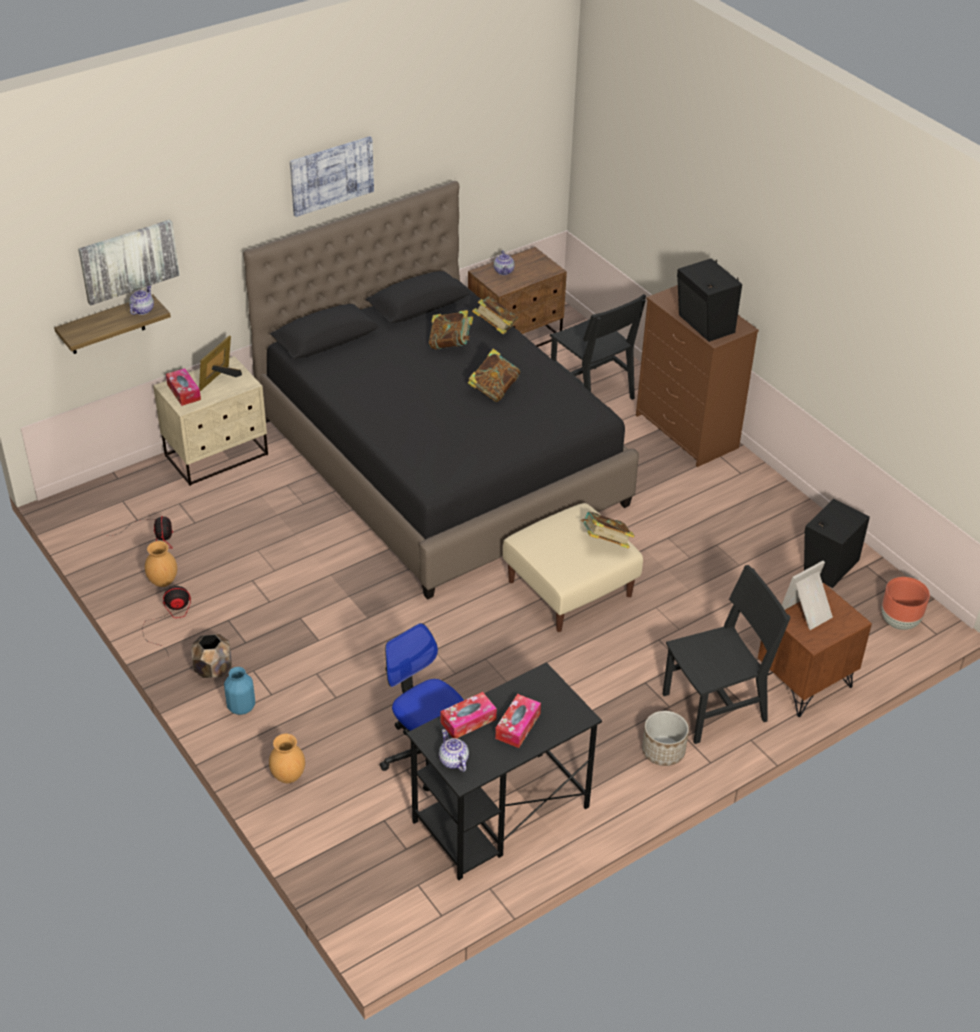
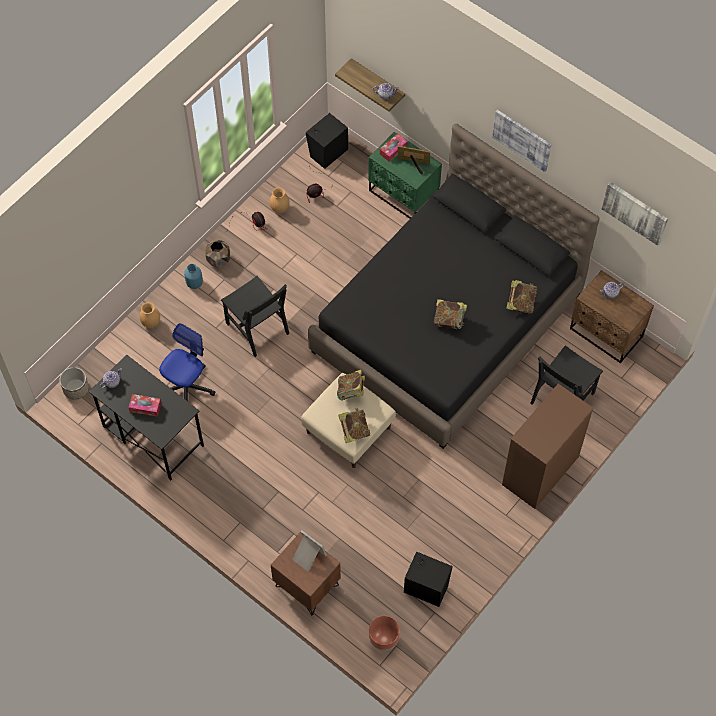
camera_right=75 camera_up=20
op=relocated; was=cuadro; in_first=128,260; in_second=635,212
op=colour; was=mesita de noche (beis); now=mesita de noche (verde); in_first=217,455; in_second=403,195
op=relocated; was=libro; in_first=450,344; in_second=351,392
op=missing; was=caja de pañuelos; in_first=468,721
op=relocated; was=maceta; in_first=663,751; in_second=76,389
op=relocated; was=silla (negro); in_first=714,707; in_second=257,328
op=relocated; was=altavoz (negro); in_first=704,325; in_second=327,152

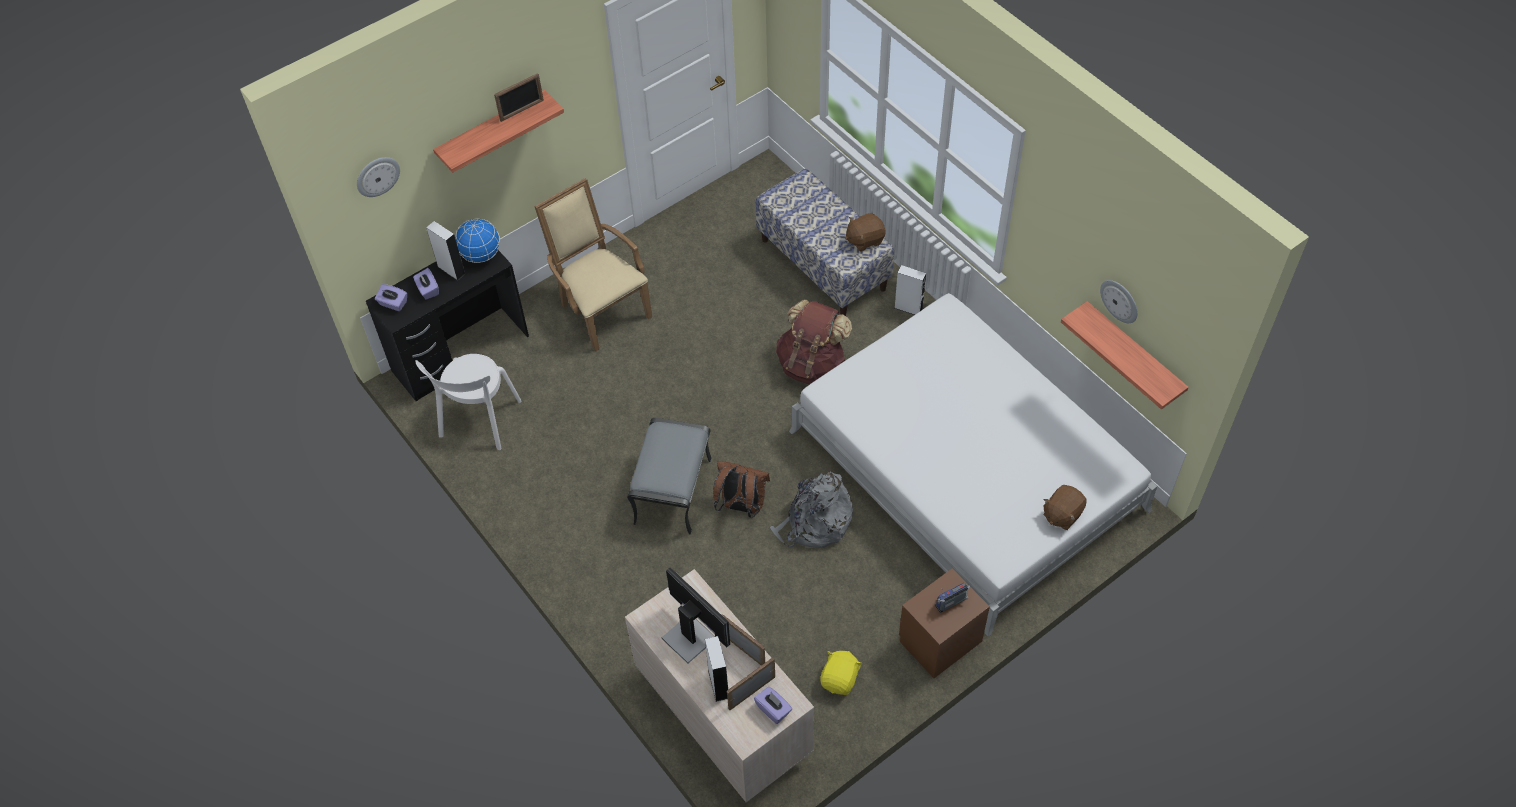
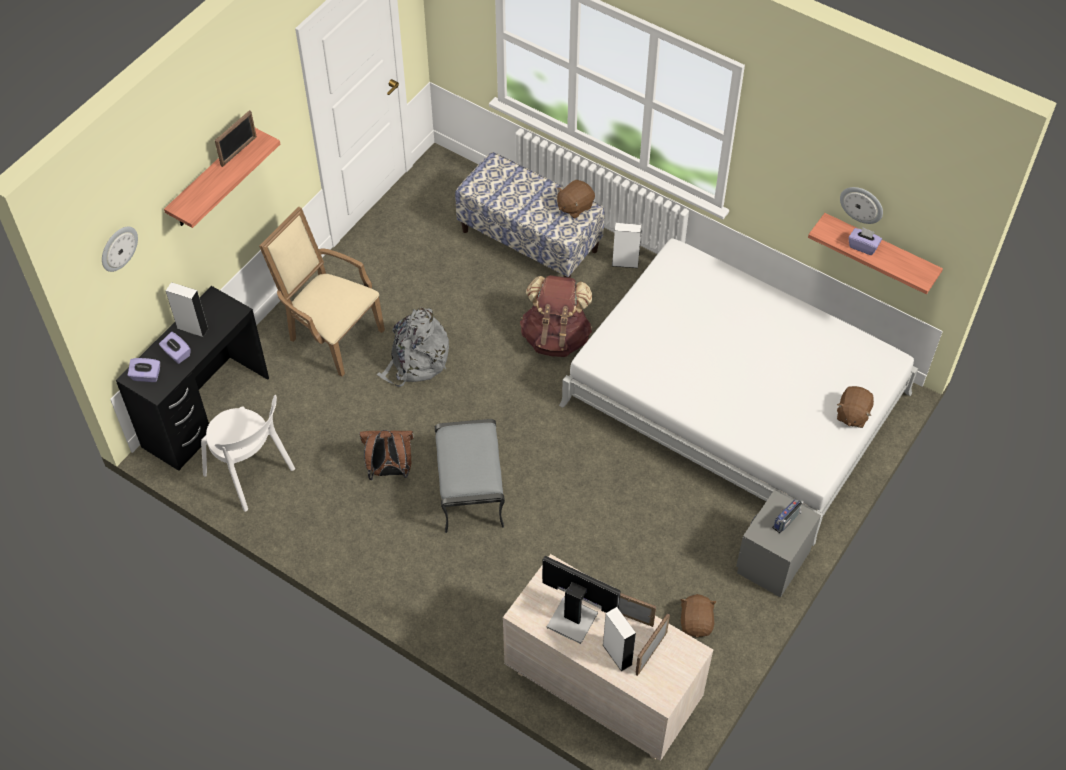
camera_right=-20 camera_up=0
op=spun; was=silla (blanco); in_first=479,421; in_second=251,474; clockwise=-45
op=missing; was=globo terráqueo; in_first=480,255
op=relocated; was=mochila (marrón); in_first=741,506; in_second=390,470
op=relocated; was=caja de pañuelos (morado); in_first=773,709; in_second=863,246
op=relocated; was=mochila (gris); in_first=814,523; in_second=416,361
op=colour; was=peluche (amarillo); now=peluche (marrón); in_first=840,679; in_second=696,622
op=colour; was=mesita de noche (marrón); now=mesita de noche (gris); in_first=939,640; in_second=771,561

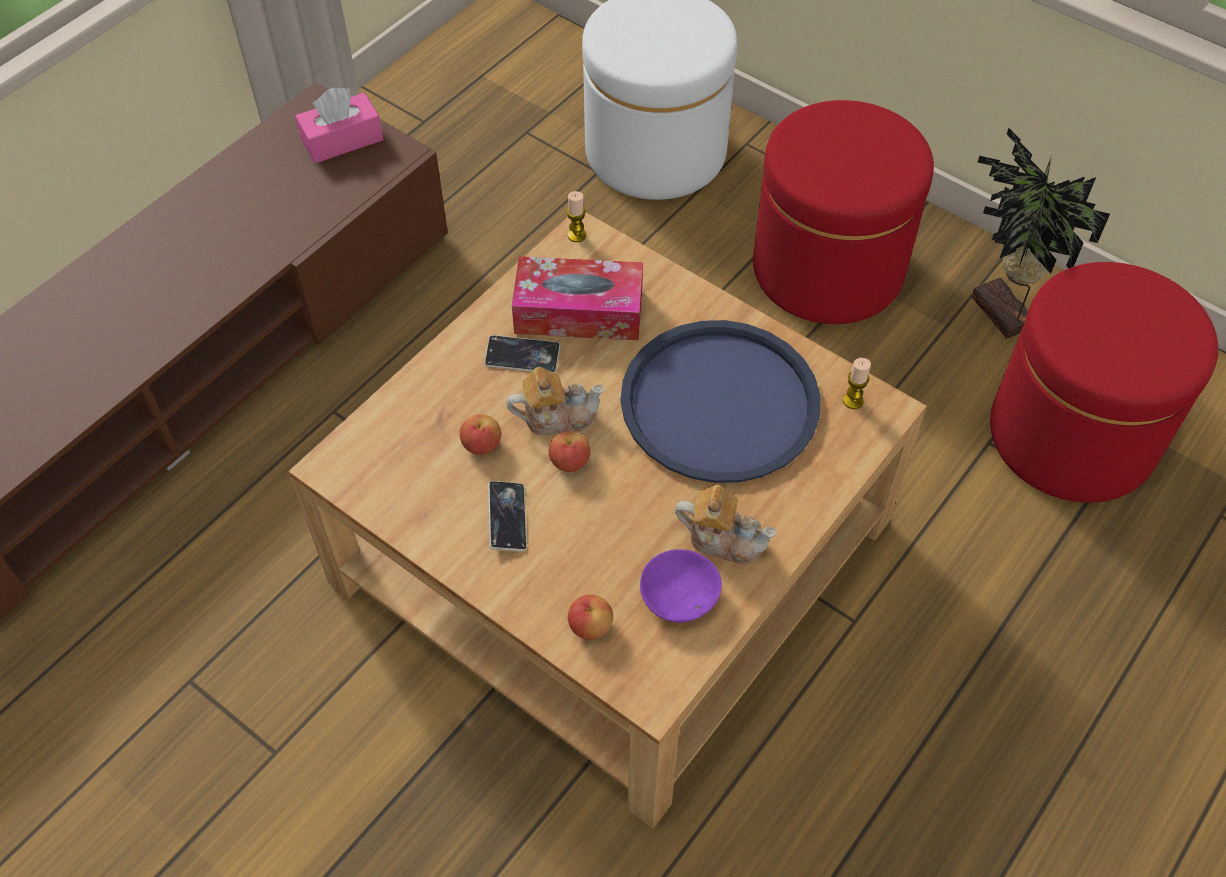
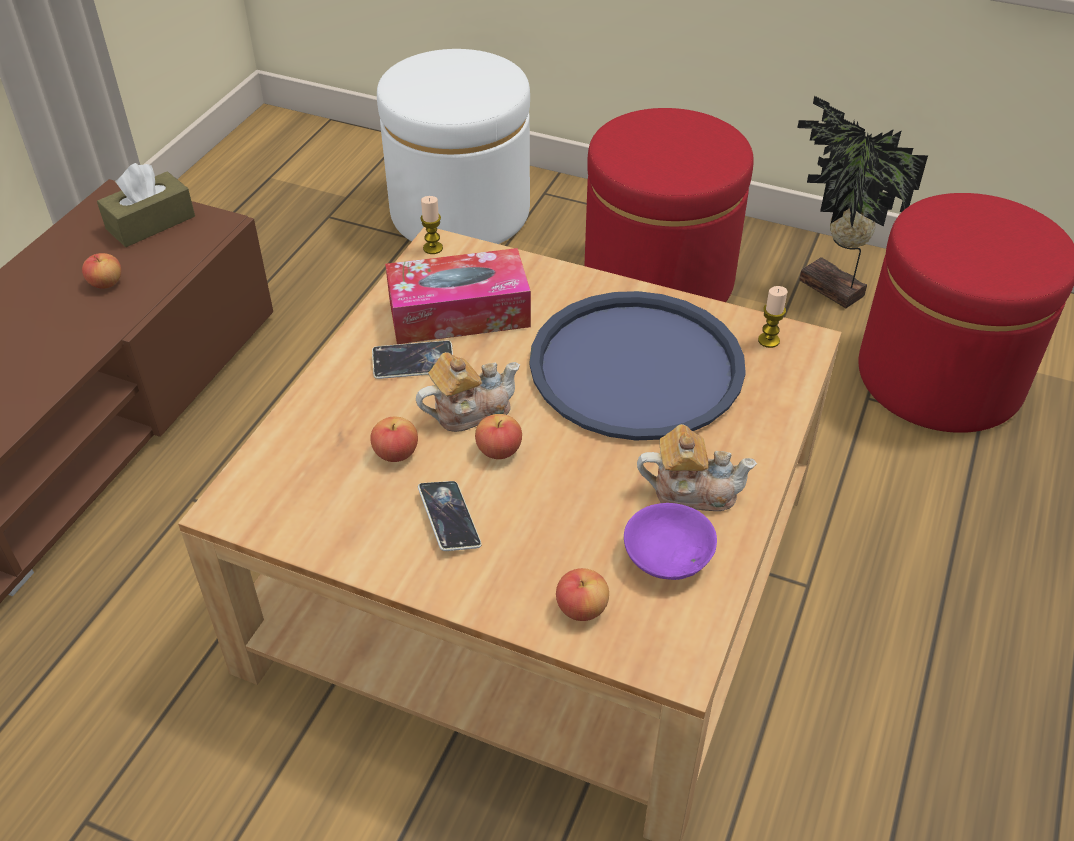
camera_right=-15 camera_up=-10
op=colour; was=caja de pañuelos (rosa); now=caja de pañuelos (marrón); in_first=342,140; in_second=150,223
op=appeared; now=manzana; in_second=106,283

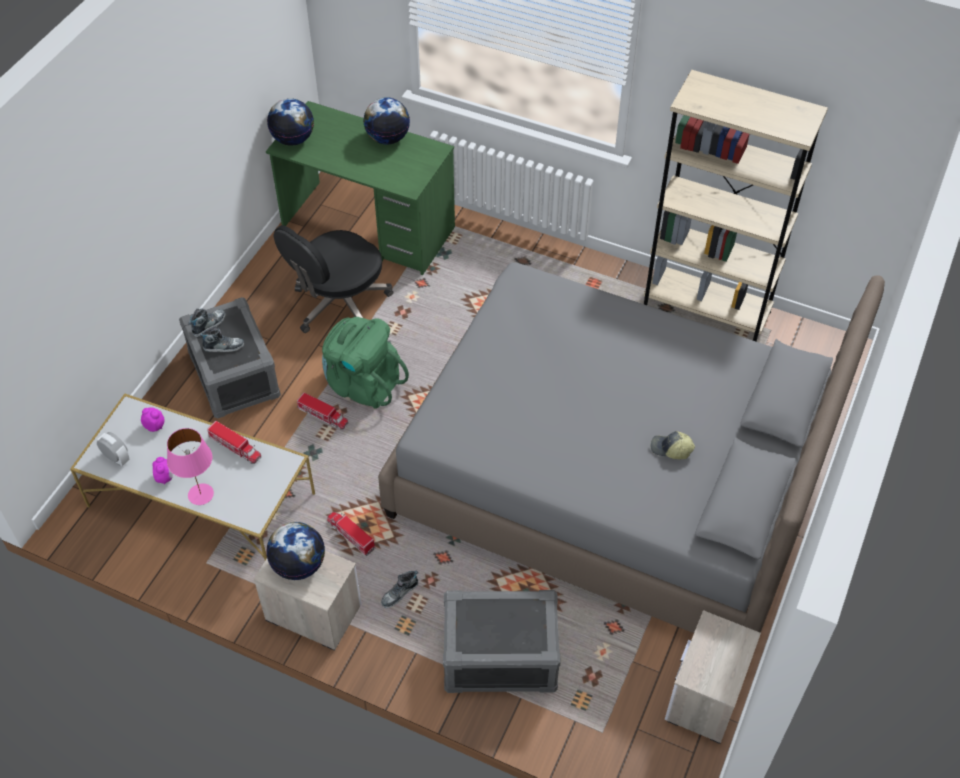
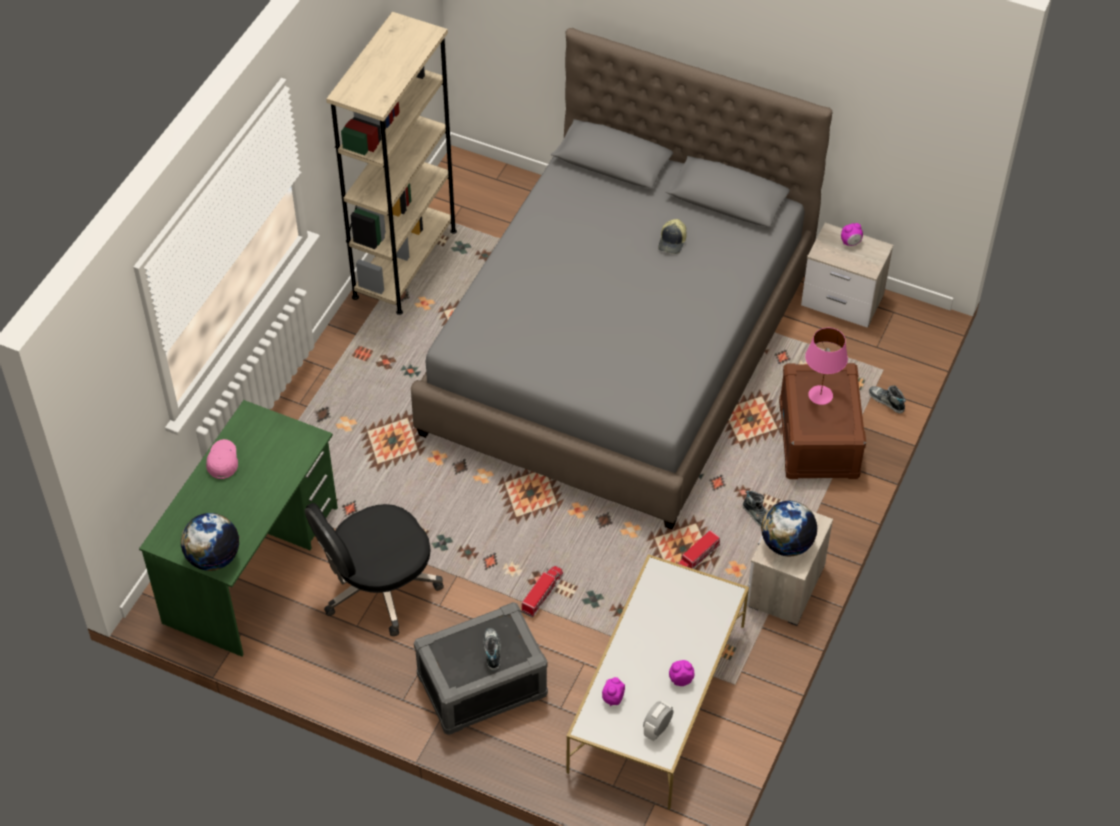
camera_right=-90 camera_up=0
op=relocated; was=lámpara de mesa (rosa); in_first=201,494; in_second=820,394
op=relocated; was=zapato; in_first=209,324; in_second=886,401
op=missing; was=camión de juguete; in_first=235,447
op=spun; was=silla de oficina (negro); in_first=339,305; in_second=378,588; clockwise=105
op=missing; was=mochila (verde); in_first=363,384
op=exchanged; was=globo terráqueo; now=gorra (rosa); in_first=388,138; in_second=223,462
op=colour; was=caja de almacenaje (gris); now=caja de almacenaje (marrón); in_first=499,657; in_second=819,440
op=appeared; now=despertador; in_second=850,242

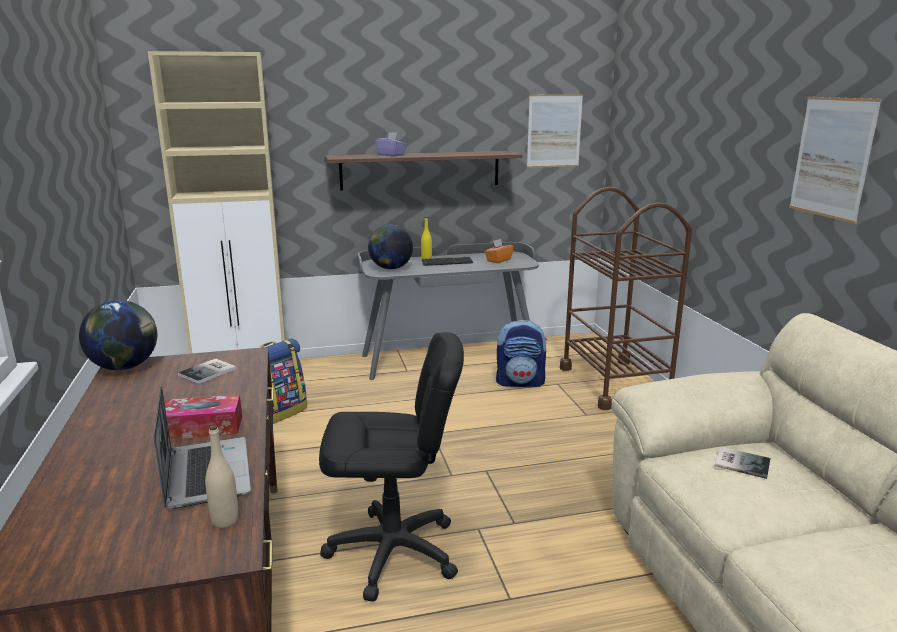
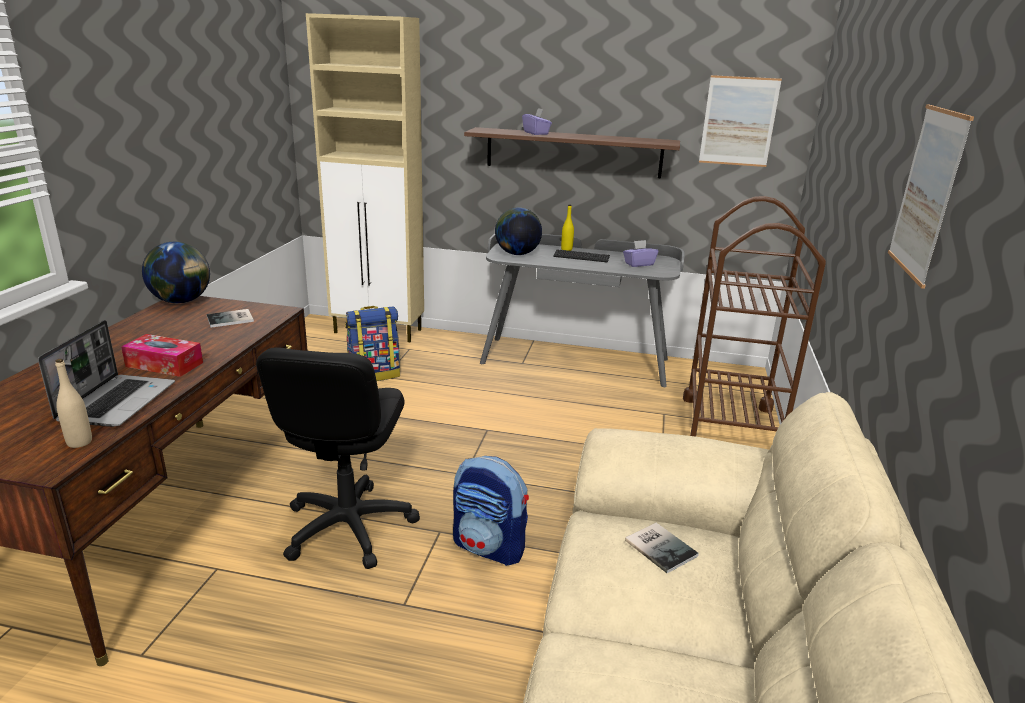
camera_right=25 camera_up=5
op=spun; was=silla de oficina (negro); in_first=393,552; in_second=348,527; clockwise=75
op=colour; was=caja de pañuelos (naranja); now=caja de pañuelos (morado); in_first=498,260; in_second=639,264
op=relocated; was=mochila; in_first=520,382; in_second=490,547

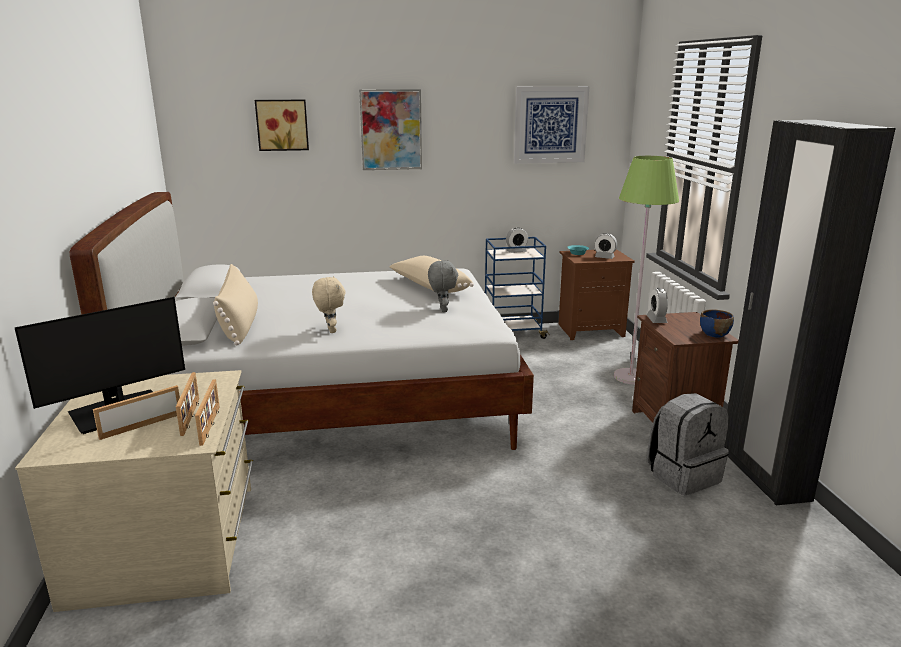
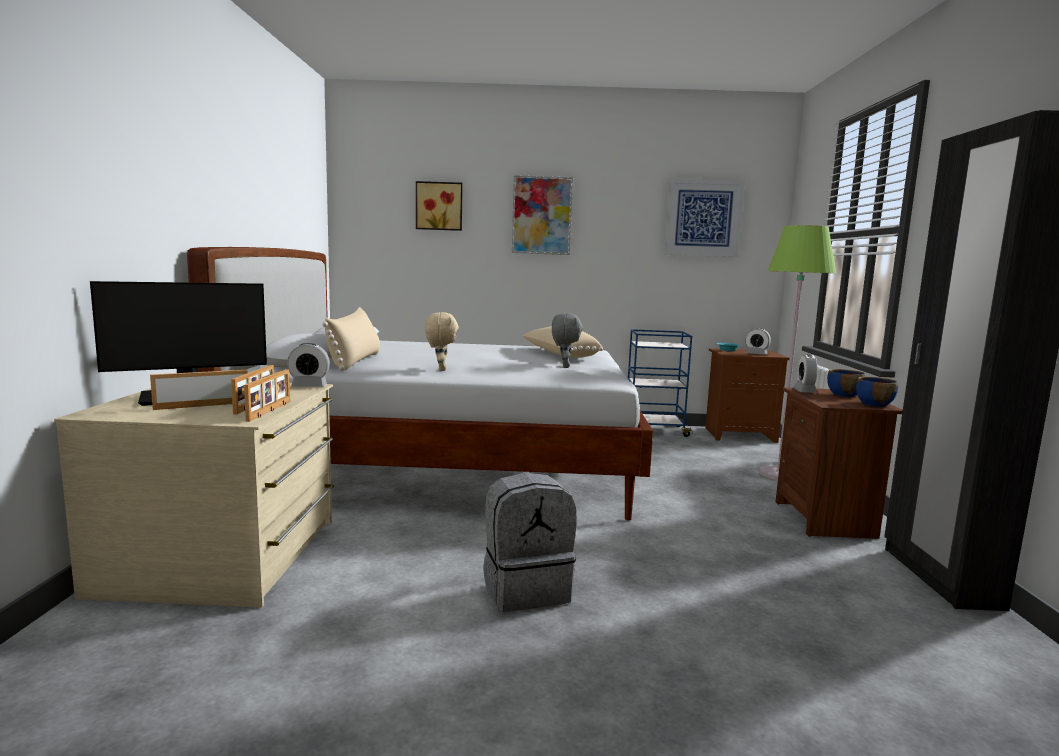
camera_right=10 camera_up=-10
op=relocated; was=despertador; in_first=516,251; in_second=309,386
op=relocated; was=mochila (gris); in_first=683,475; in_second=526,589
op=appeared; now=cuenco (azul); in_second=843,395

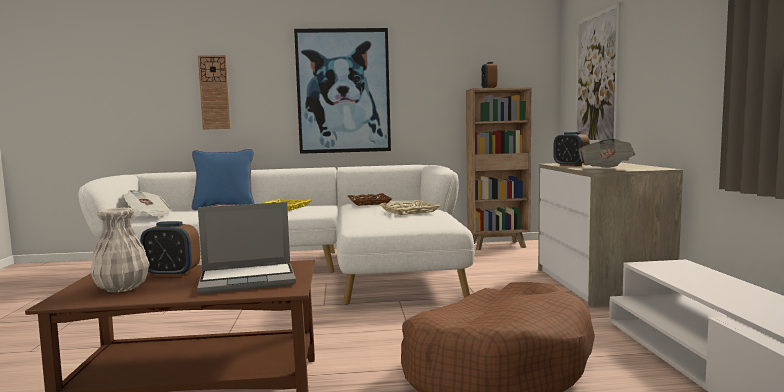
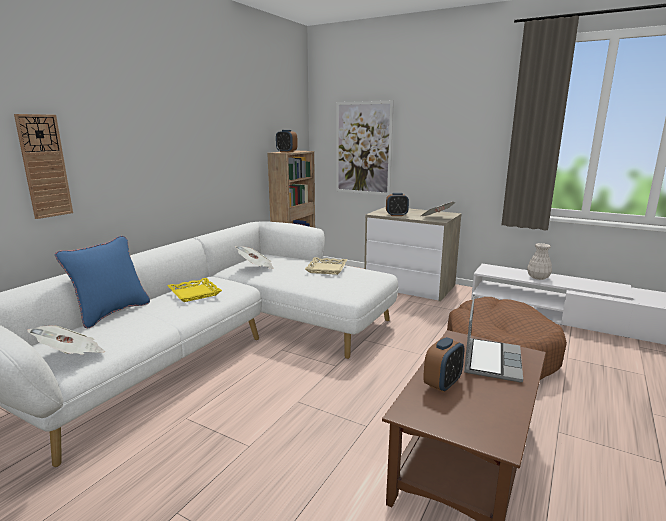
camera_right=-55 camera_up=10
op=relocated; was=florero (blanco); in_first=122,288; in_second=538,277
op=missing; was=cuadro; in_first=343,91
op=exchanged; was=bandeja (marrón); now=periódico; in_first=369,202; in_second=256,267

